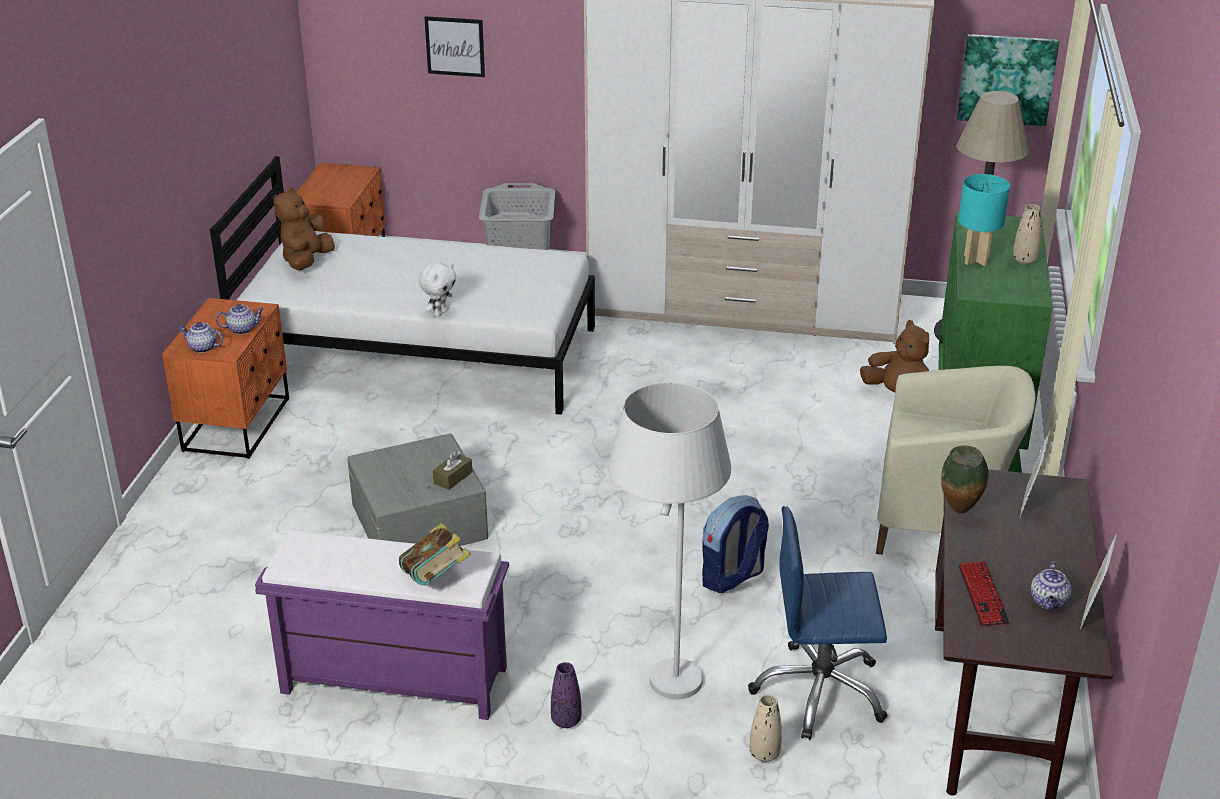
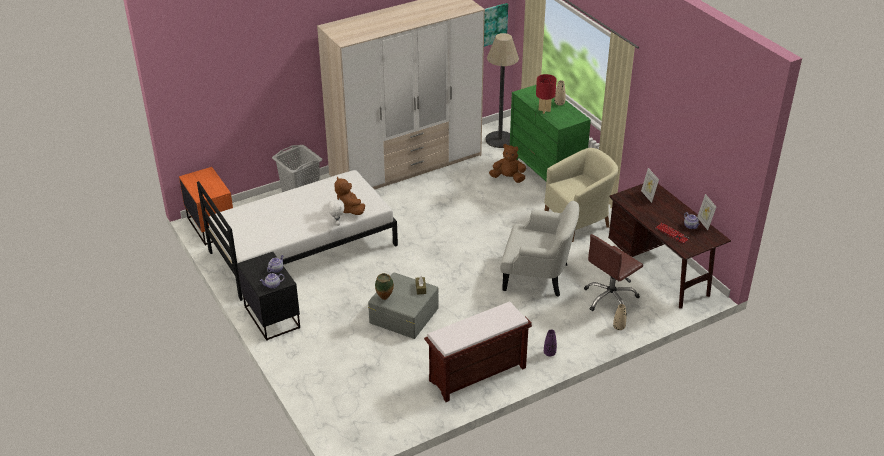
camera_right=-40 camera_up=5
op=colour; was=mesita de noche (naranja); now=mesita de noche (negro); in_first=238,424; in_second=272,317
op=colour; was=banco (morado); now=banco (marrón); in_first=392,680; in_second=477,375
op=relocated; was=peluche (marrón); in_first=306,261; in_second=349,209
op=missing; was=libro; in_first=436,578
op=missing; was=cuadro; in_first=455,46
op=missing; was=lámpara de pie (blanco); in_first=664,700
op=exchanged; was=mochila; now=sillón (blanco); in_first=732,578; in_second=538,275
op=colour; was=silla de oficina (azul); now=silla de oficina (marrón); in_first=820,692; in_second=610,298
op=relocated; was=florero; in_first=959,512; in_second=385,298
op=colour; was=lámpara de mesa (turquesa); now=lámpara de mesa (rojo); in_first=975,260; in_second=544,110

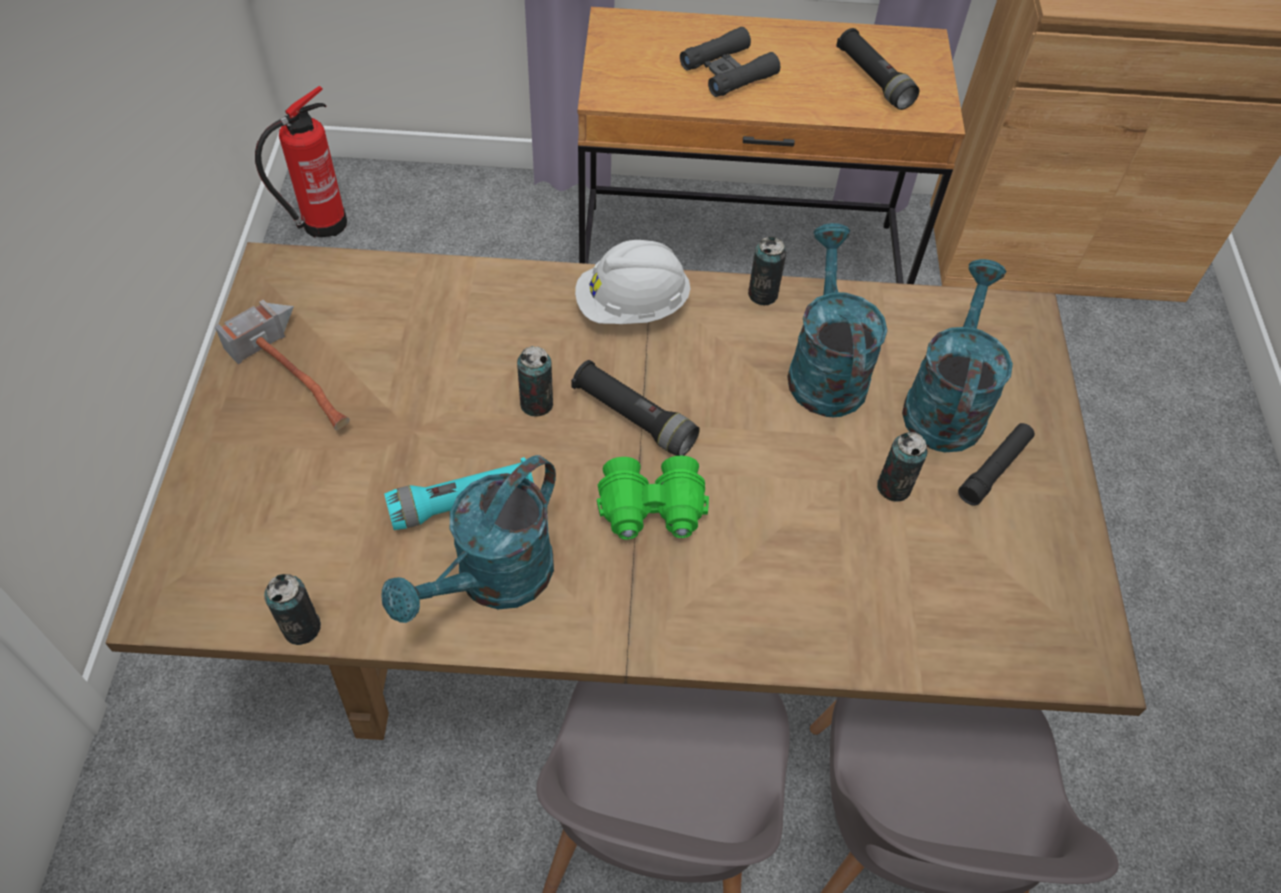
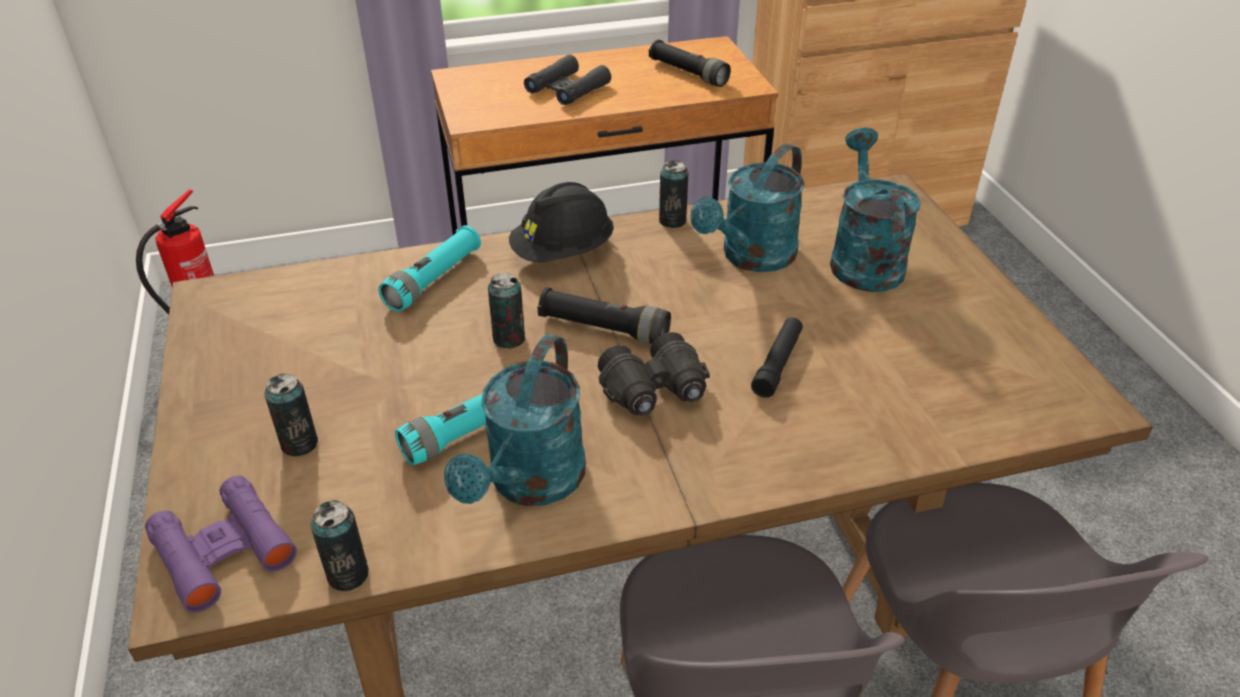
camera_right=-15 camera_up=-15
op=missing; was=martillo; in_first=304,378
op=colour; was=casco (blanco); now=casco (negro); in_first=632,307; in_second=563,252
op=colour; was=prismáticos (verde); now=prismáticos (negro); in_first=652,510; in_second=655,392
op=spun; was=regadera (turquesa); in_first=824,368; in_second=751,258; clockwise=-120
op=relocated; was=lata; in_first=893,487; in_second=299,444
op=relocated; was=linterna (negro); in_first=994,469; in_second=777,364
op=appeared; now=prismáticos (morado); in_second=223,550
op=appeared; now=linterna (turquesa); in_second=434,280

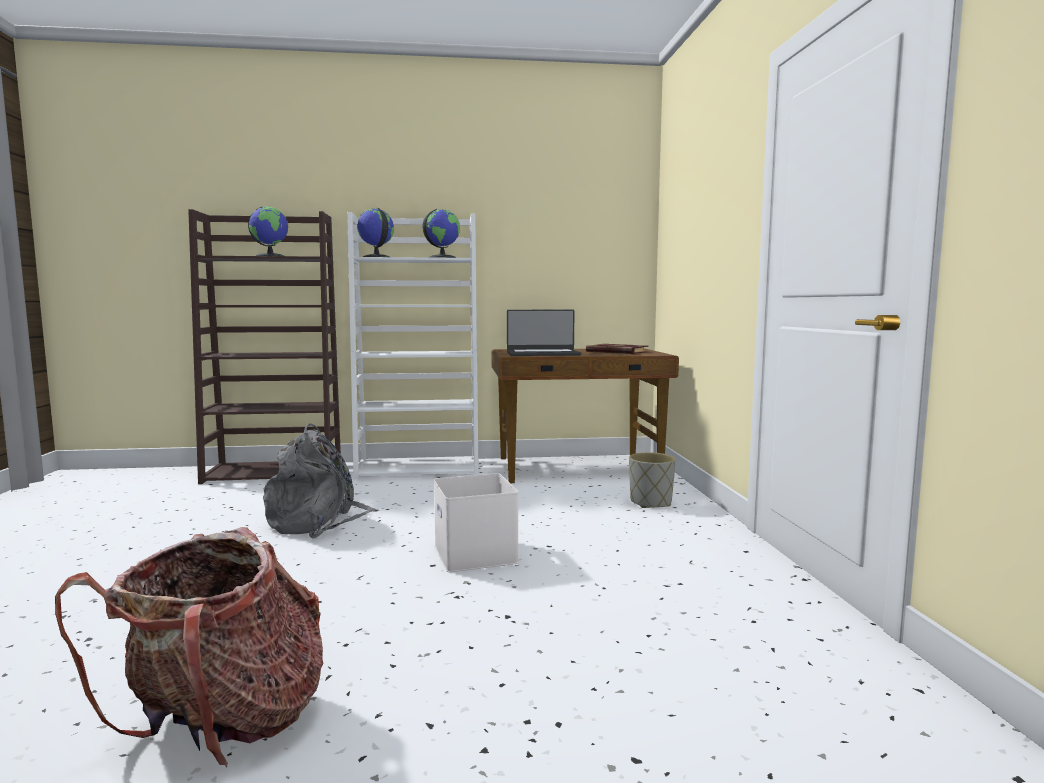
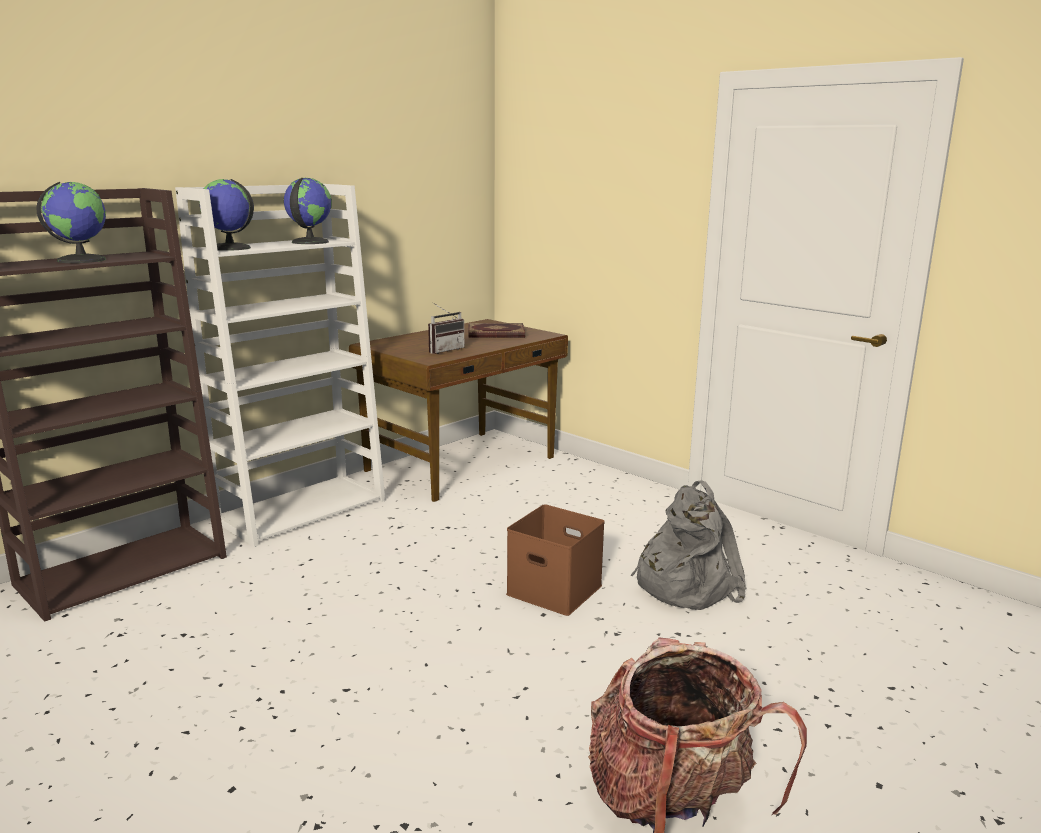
camera_right=-40 camera_up=10
op=relocated; was=mochila (gris); in_first=319,521; in_second=685,584
op=colour; was=caja de almacenaje (blanco); now=caja de almacenaje (marrón); in_first=477,554; in_second=556,589
op=exchanged; was=portátil; now=radio; in_first=542,354; in_second=444,350
op=missing; was=maceta (gris); in_first=651,503

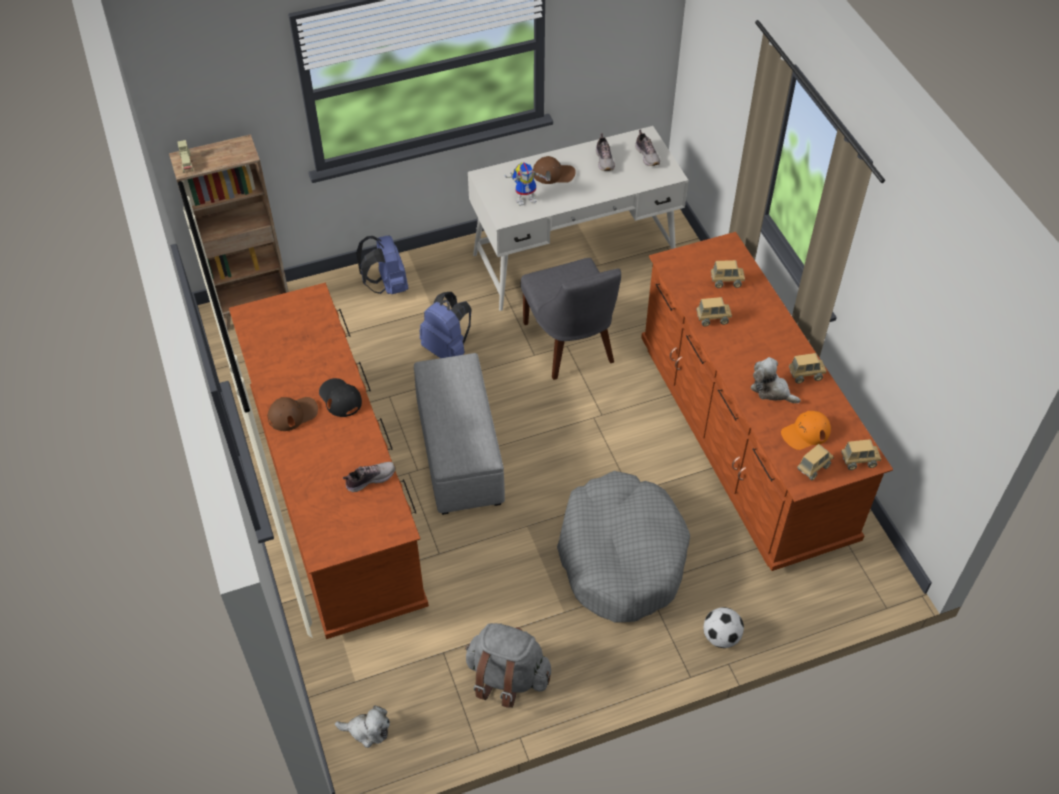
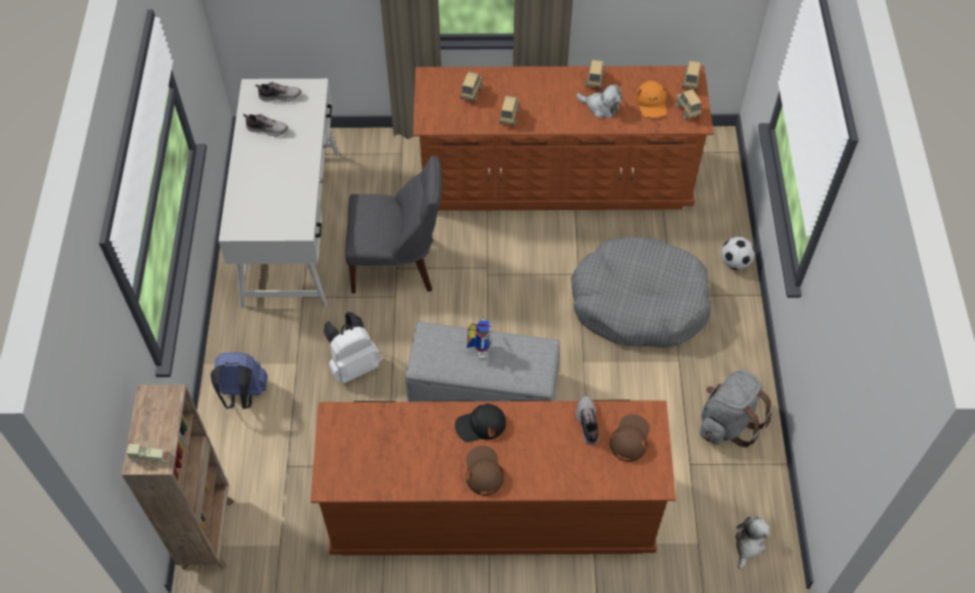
camera_right=-70 camera_up=5
op=colour; was=mochila (azul); now=mochila (blanco); in_first=447,349; in_second=353,365
op=relocated; was=robot de juguete; in_first=527,198; in_second=480,348
op=relocated; was=gorra (marrón); in_first=553,173; in_second=630,438
op=spun; was=peluche; in_first=771,390; in_second=601,107; clockwise=-120

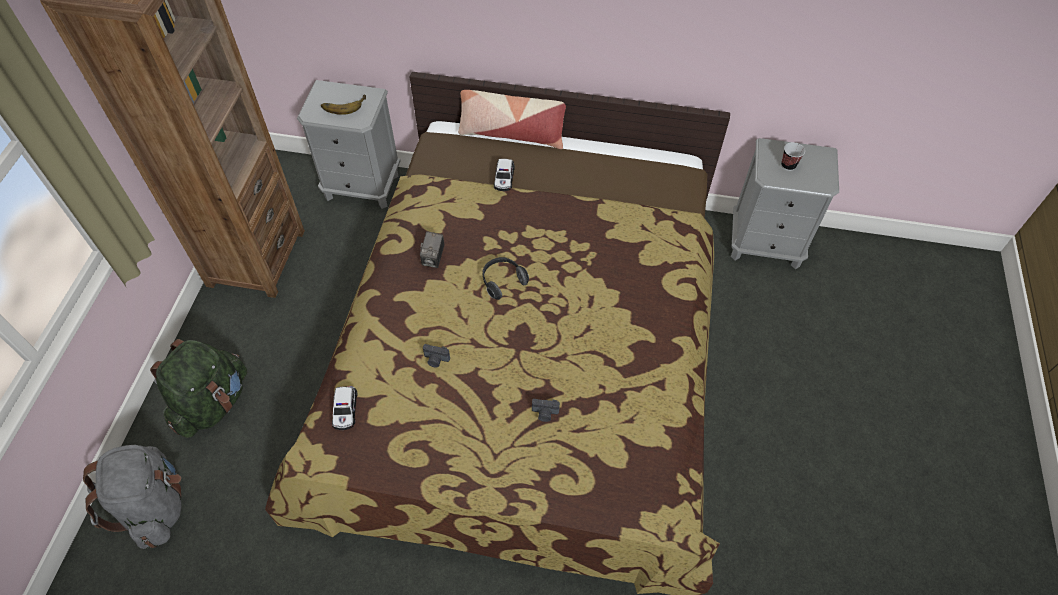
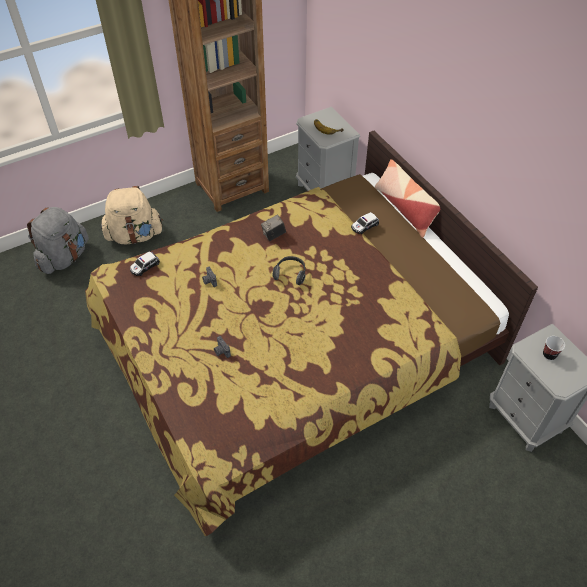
camera_right=50 camera_up=-5
op=colour; was=mochila (verde); now=mochila (beis); in_first=213,403; in_second=135,235

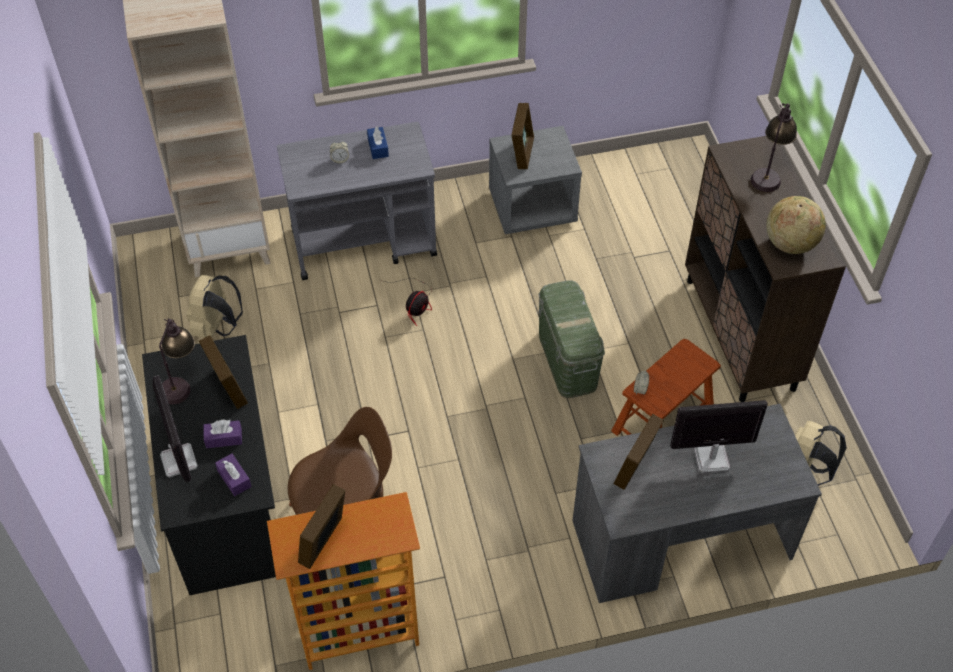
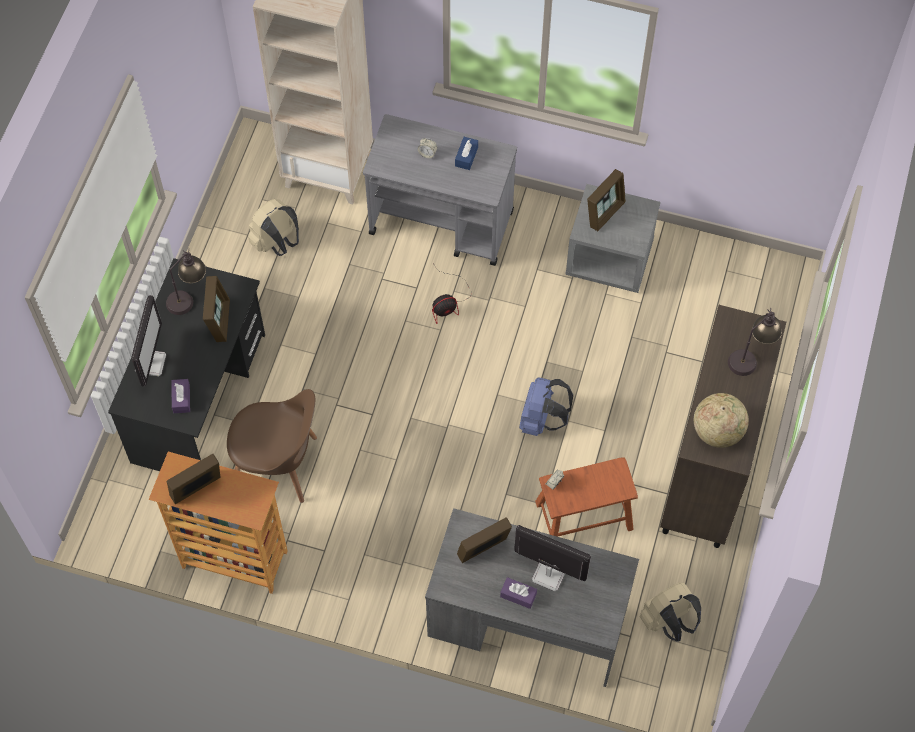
camera_right=30 camera_up=10
op=relocated; was=caja de pañuelos (morado); in_first=224,438; in_second=518,595
op=exchanged; was=caja de almacenaje (verde); now=mochila (azul); in_first=567,361; in_second=542,420

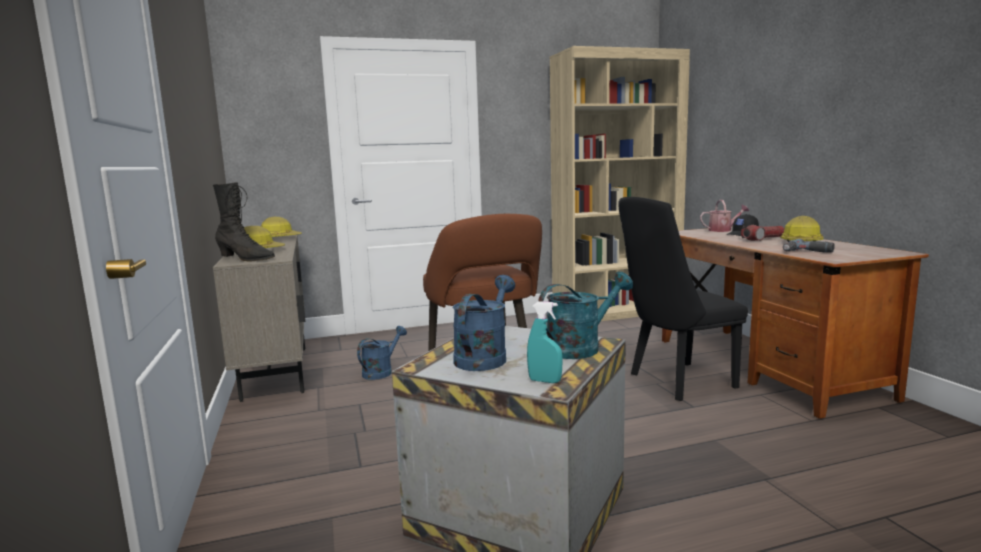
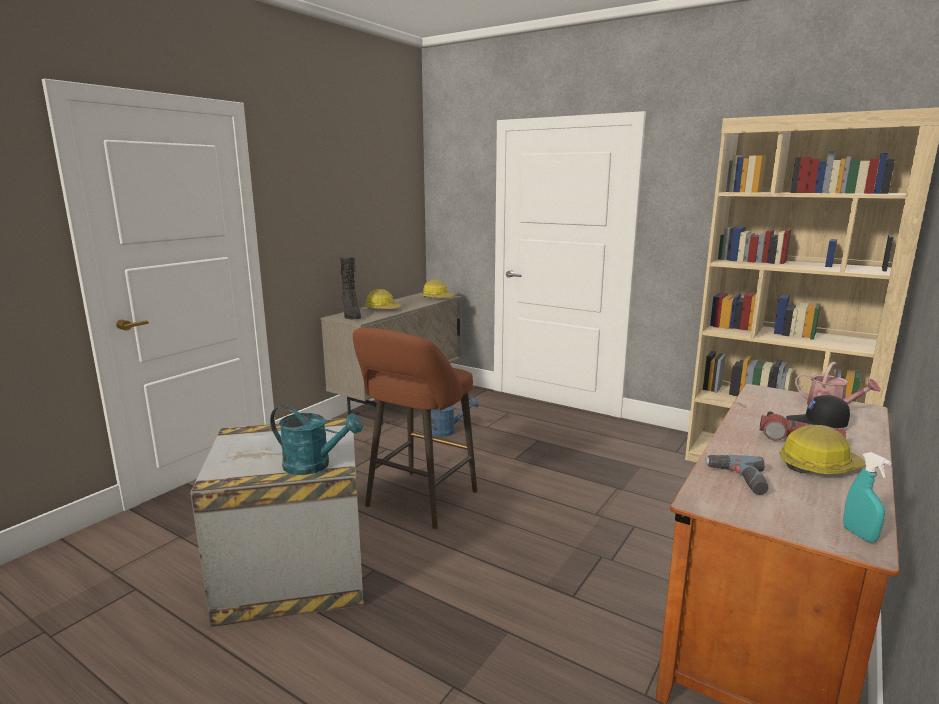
camera_right=50 camera_up=5
op=missing; was=regadera (azul); in_first=484,357
op=relocated; was=pulverizador (turquesa); in_first=545,381; in_second=859,535
op=missing; was=silla (negro); in_first=675,382

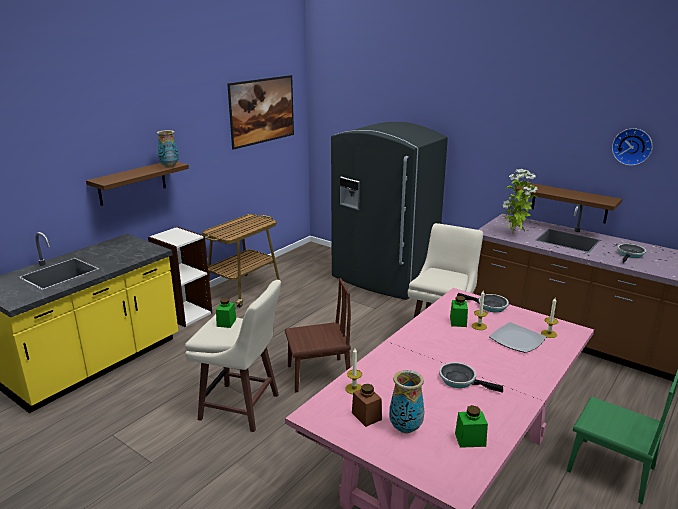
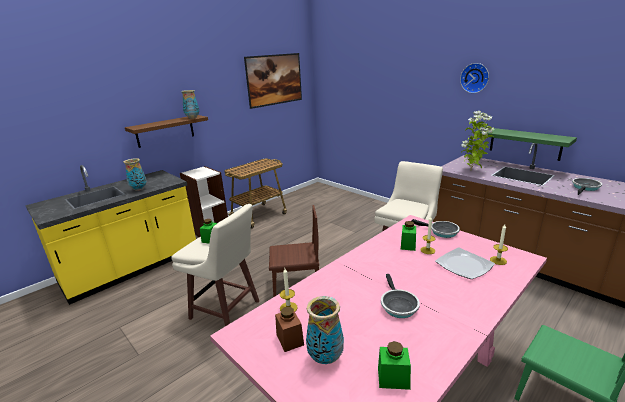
camera_right=10 camera_up=0
op=missing; was=nevera (gris); in_first=383,279
op=spun; was=sartén; in_first=460,380; in_second=398,305; clockwise=-135
op=colour; was=estante (marrón); now=estante (verde); in_first=569,203; in_second=525,143
op=relocated; was=reloj de pared; in_first=632,146; in_second=475,78
op=appeared; now=florero; in_second=139,189

